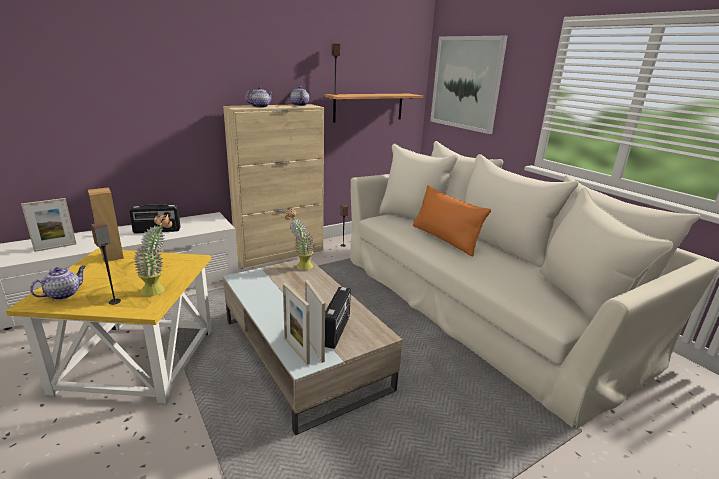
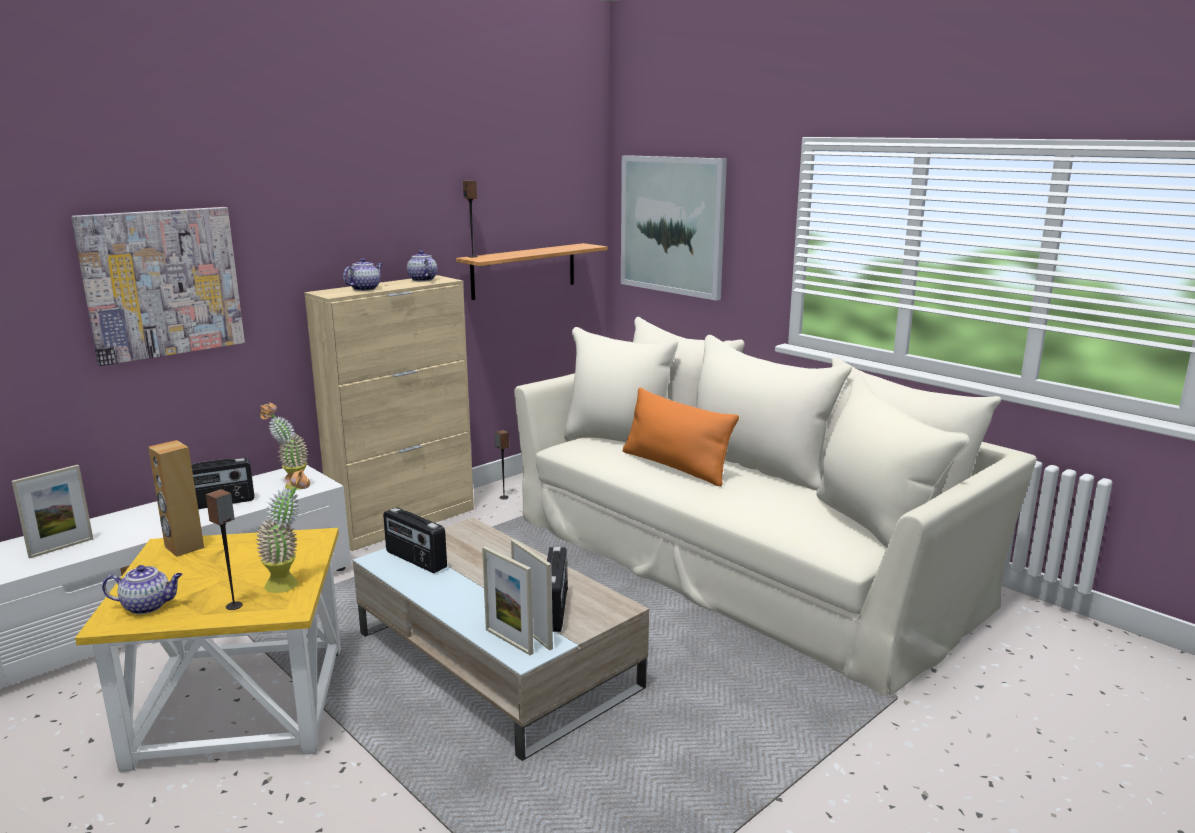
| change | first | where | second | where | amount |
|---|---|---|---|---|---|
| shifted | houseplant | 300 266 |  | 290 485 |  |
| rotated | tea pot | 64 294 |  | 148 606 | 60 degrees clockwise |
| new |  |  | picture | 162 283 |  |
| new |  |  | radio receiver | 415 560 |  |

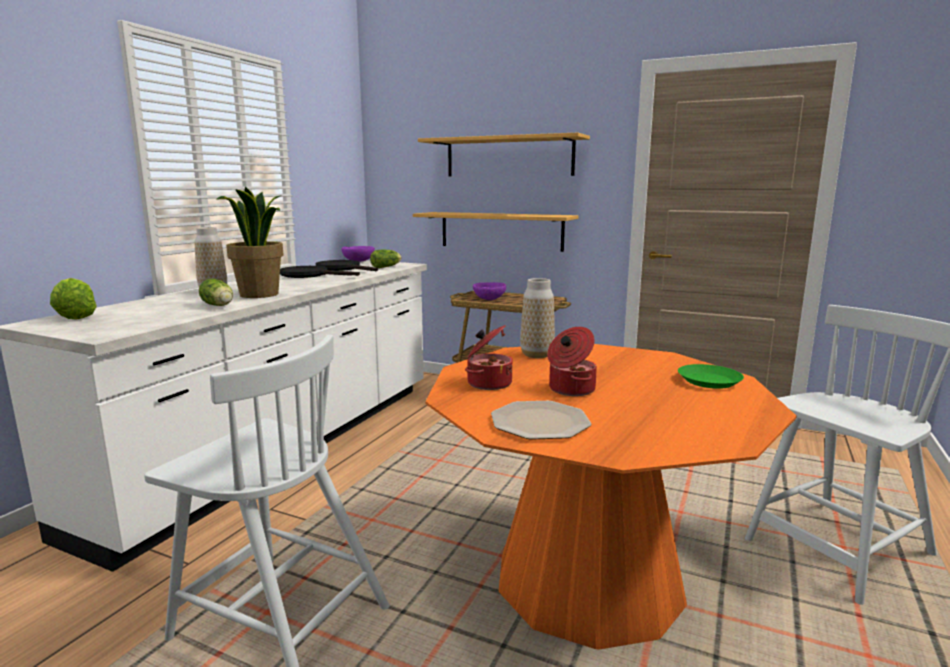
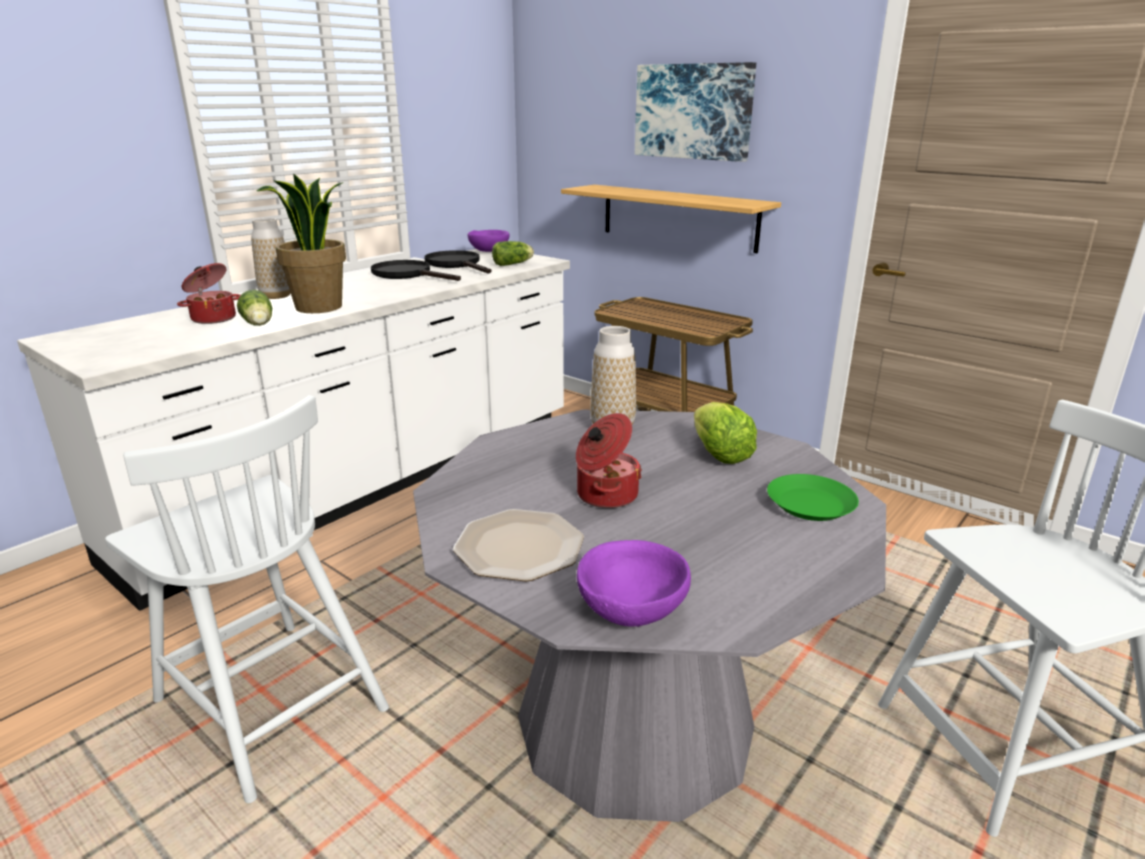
| change | first | where | second | where | amount |
|---|---|---|---|---|---|
| swapped | bracket shelf | 509 157 | picture | 693 111 |  |
| shifted | lettuce head | 76 317 |  | 719 454 |  |
| shifted | purple-coloured deep dish | 489 299 |  | 631 609 |  |
| shifted | cooking pot | 488 383 |  | 213 318 |  |
| repainted | orange-coloured dining table | 588 580 | greyish dining table | 634 722 |  |

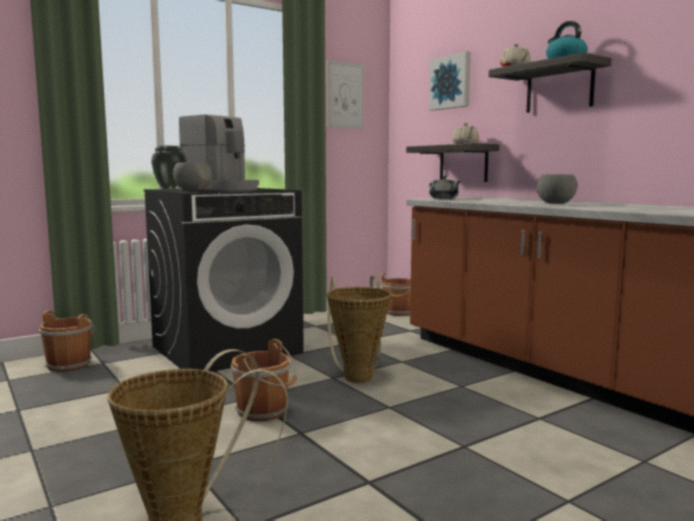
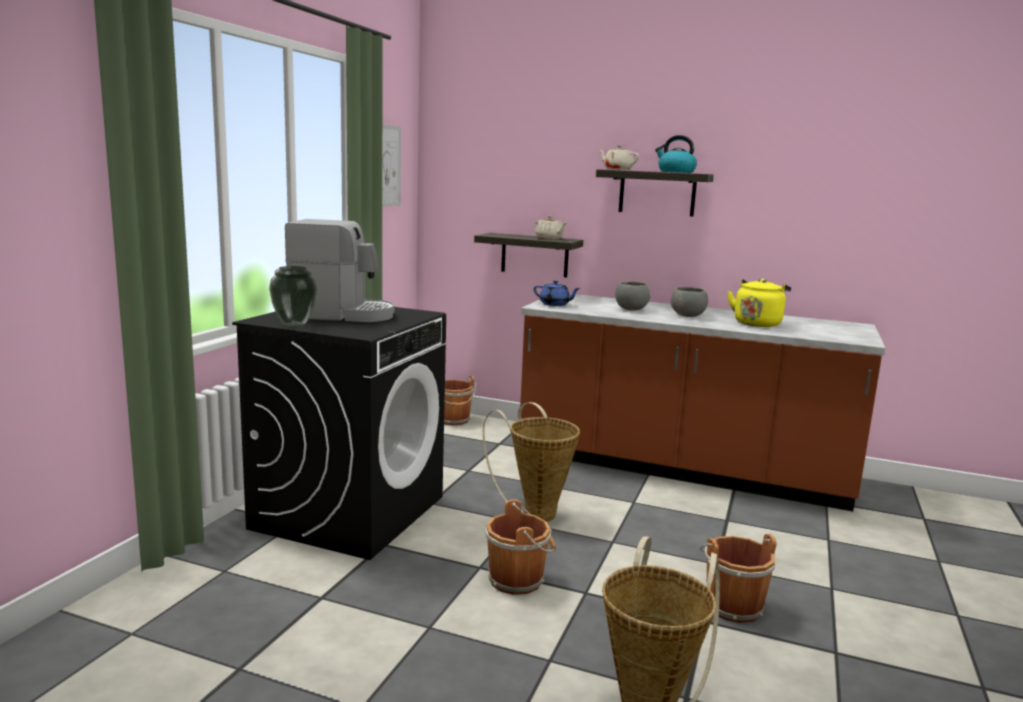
| change | first | where | second | where | amount |
|---|---|---|---|---|---|
| gone | picture | 451 82 |  |  |  |
| shifted | greyish deep dish | 192 191 |  | 630 309 |  |
| repainted | greyish tea pot | 444 198 | blue tea pot | 555 304 |  |
| shifted | brown water bucket | 70 364 |  | 731 605 |  |
| new |  |  | yellow-coloured tea kettle | 757 323 |  |

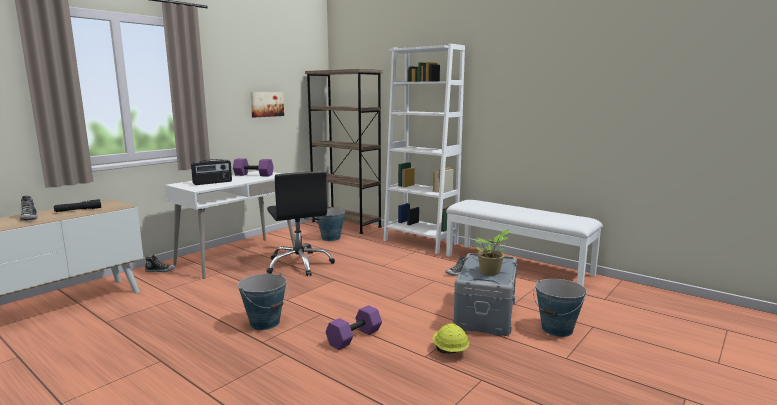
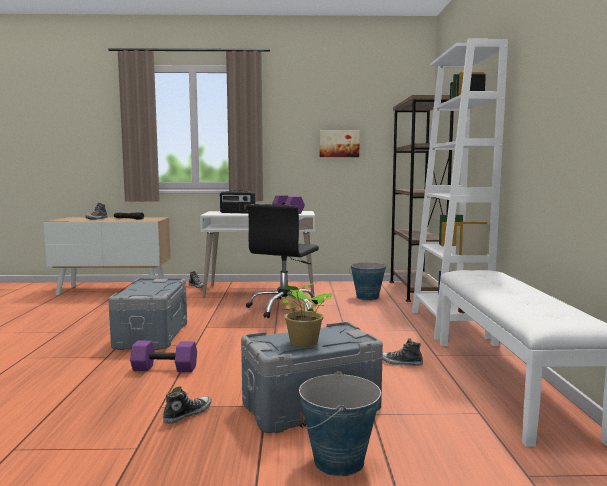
| change | first | where | second | where | amount |
|---|---|---|---|---|---|
| swapped | water bucket | 265 323 | greyish storage bin | 153 335 |  |
| swapped | yellow-coloured work helmet | 450 351 | low shoe | 187 414 |  |

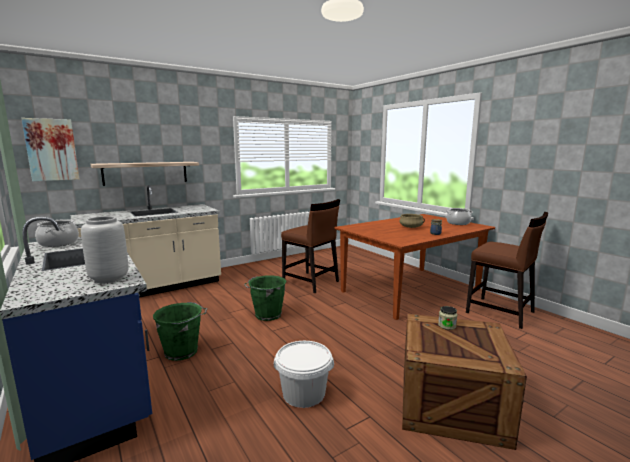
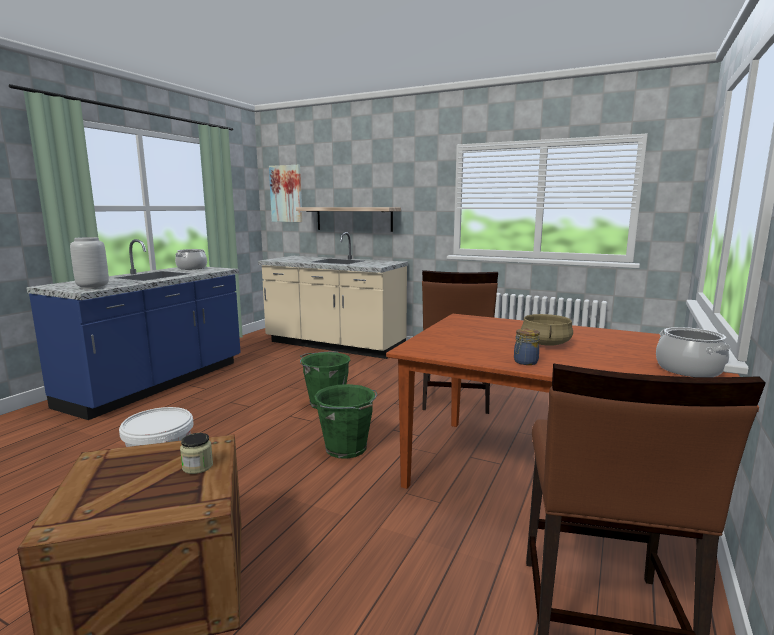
| change | first | where | second | where | amount |
|---|---|---|---|---|---|
| shifted | green water bucket | 183 352 |  | 347 449 |  |

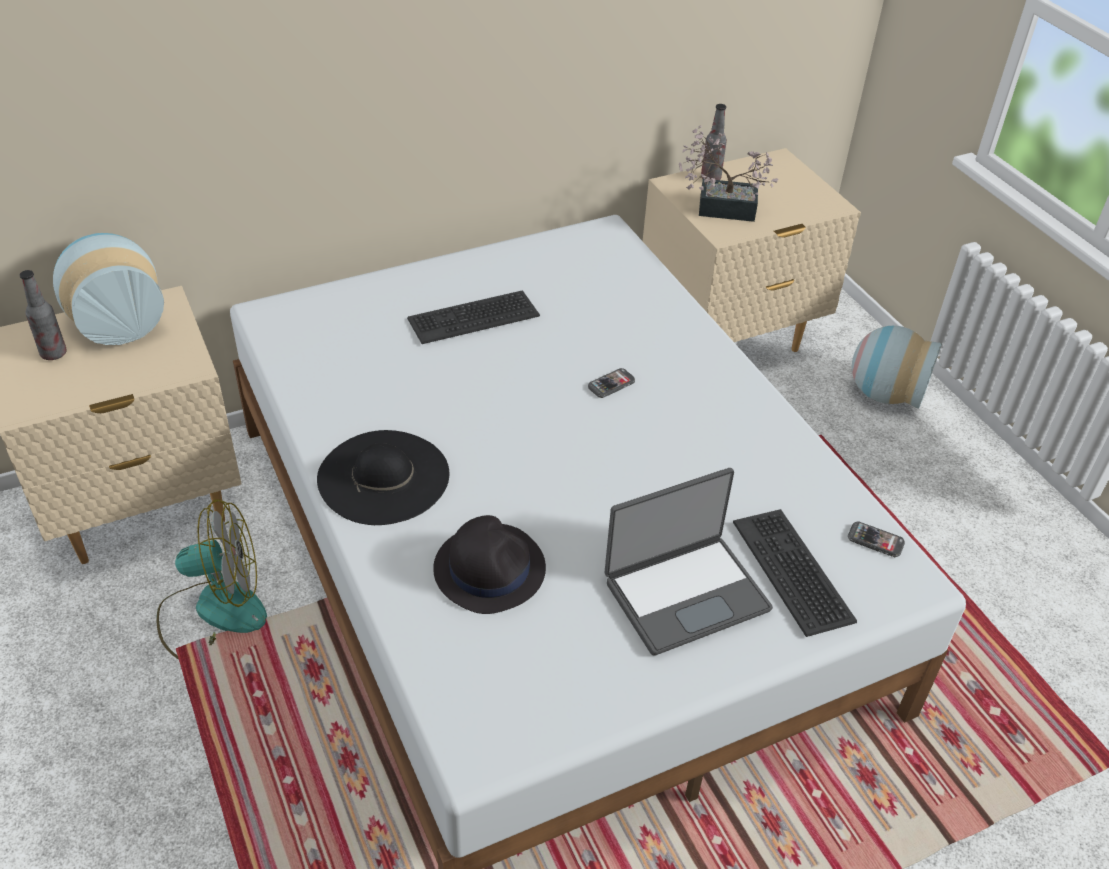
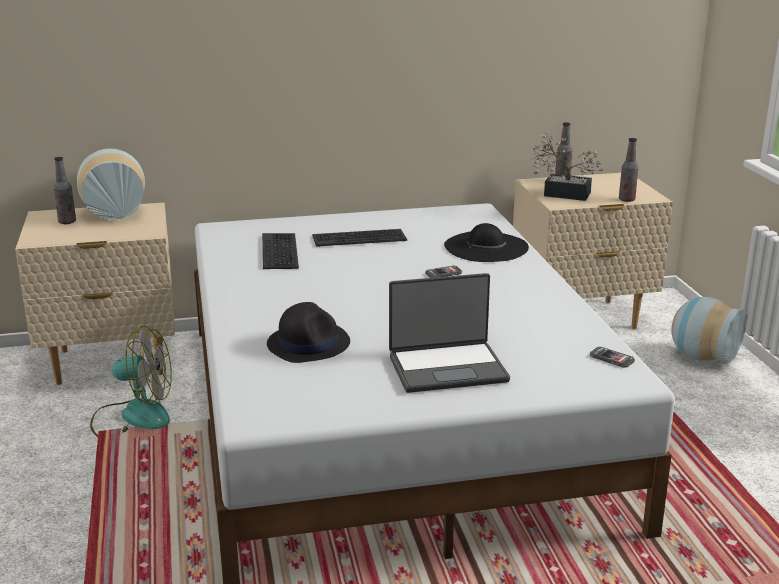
| change | first | where | second | where | amount |
|---|---|---|---|---|---|
| shifted | black hat | 383 476 |  | 486 247 |  |
| shifted | PC keyboard | 793 571 |  | 280 251 |  |
| new |  |  | beverage bottle | 626 200 |  |

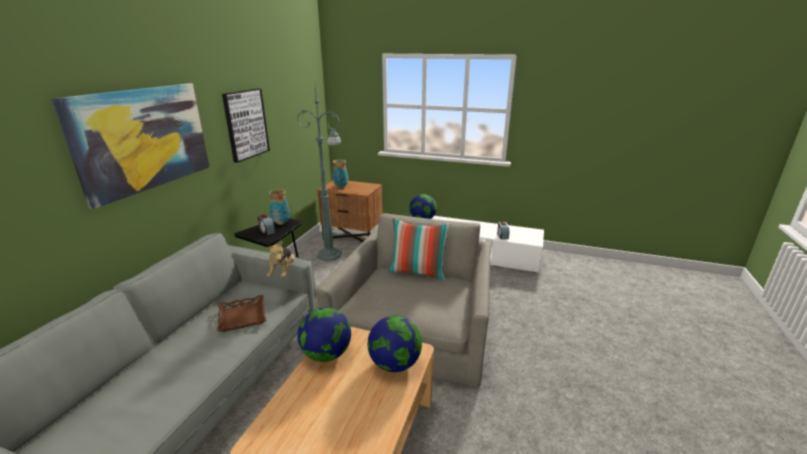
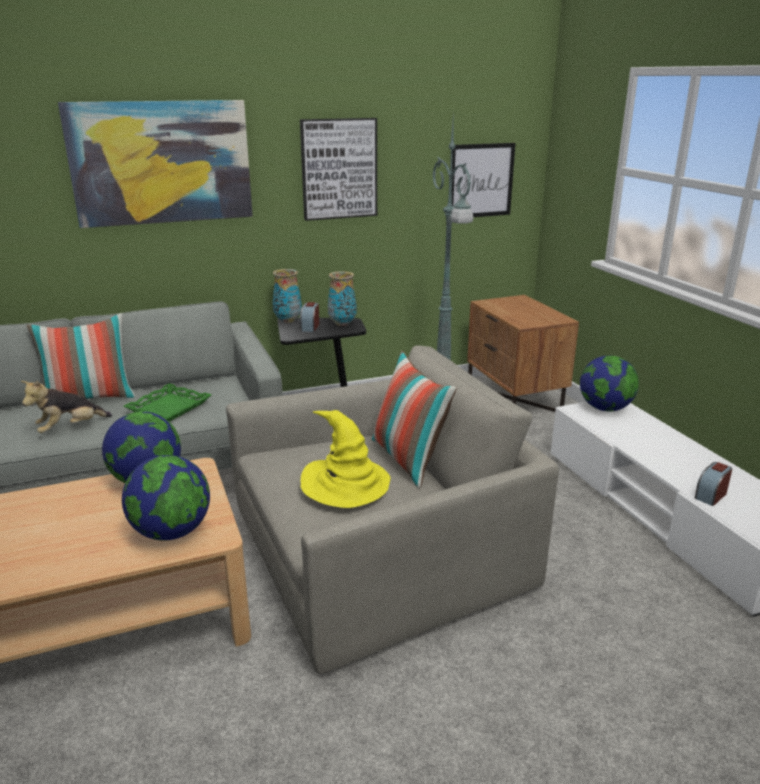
| change | first | where | second | where | amount |
|---|---|---|---|---|---|
| shifted | flower vase | 341 187 |  | 287 321 |  |
| shifted | plush toy | 283 272 |  | 69 428 |  |
| repainted | brown tray | 242 317 | green tray | 168 407 |  |
| new |  |  | picture | 481 180 |  |
| new |  |  | throw pillow | 90 399 |  |
| new |  |  | yellow-coloured hat | 346 484 |  |

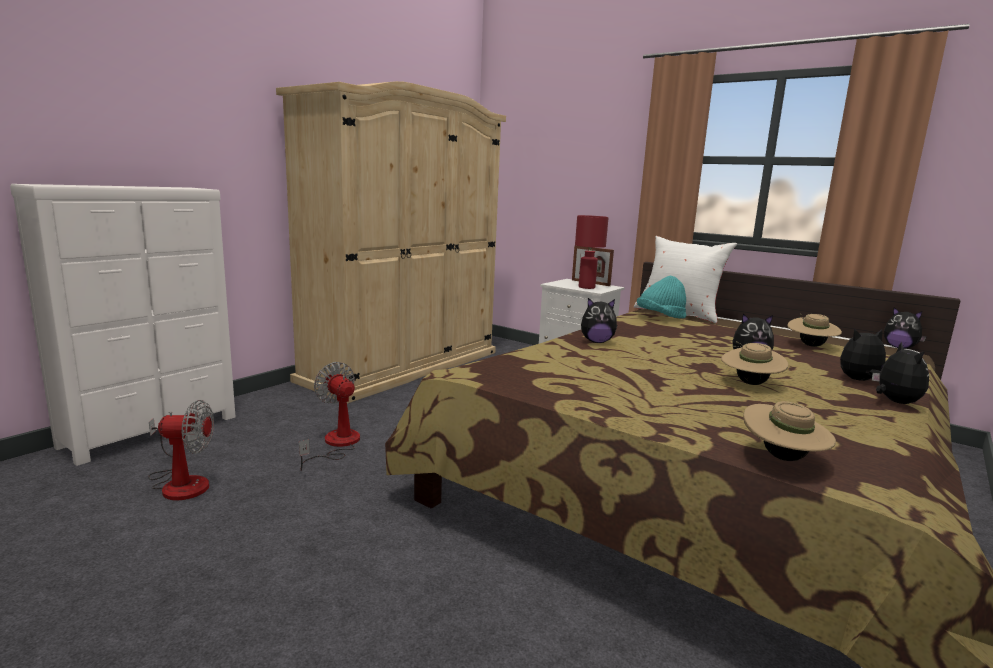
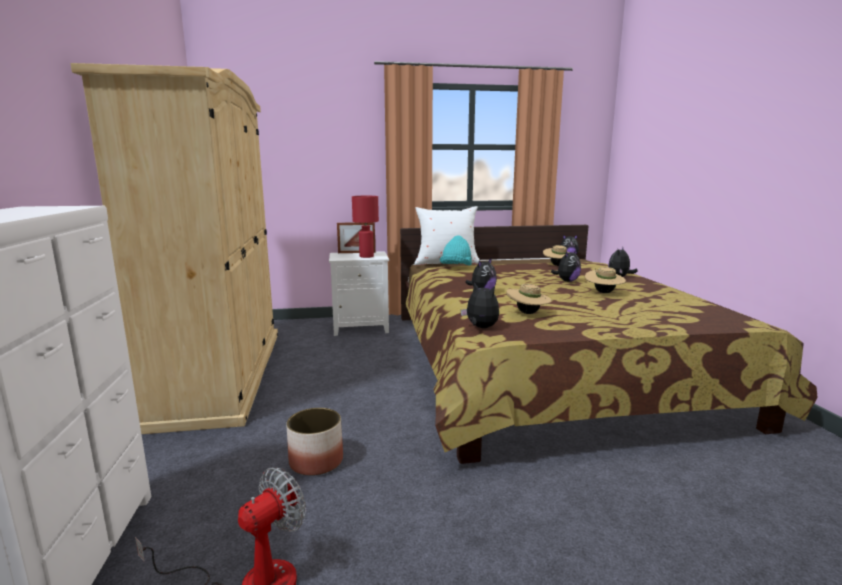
| change | first | where | second | where | amount |
|---|---|---|---|---|---|
| shifted | plush toy | 894 402 |  | 480 328 |  |
| swapped | fan | 336 444 | plant pot | 316 462 |  |
| shifted | beige-coloured hat | 782 458 |  | 527 313 |  |

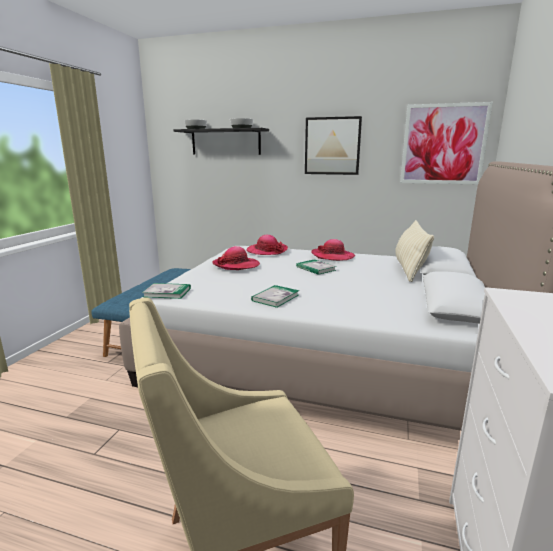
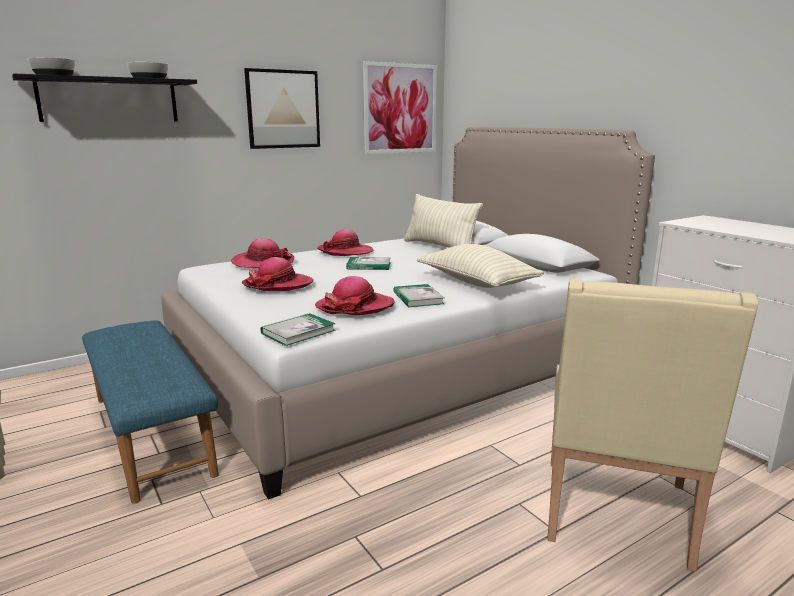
| change | first | where | second | where | amount |
|---|---|---|---|---|---|
| new |  |  | beige-coloured throw pillow | 477 283 |  |
| new |  |  | hat | 355 307 |  |

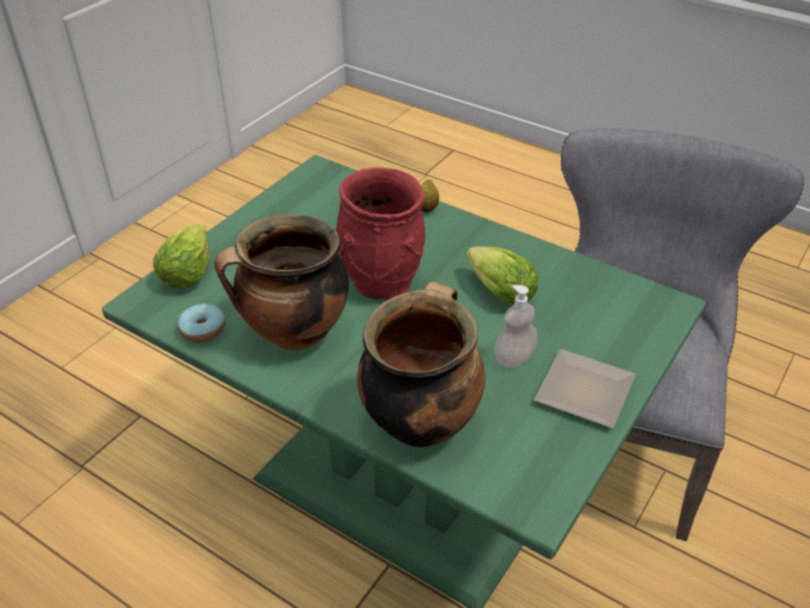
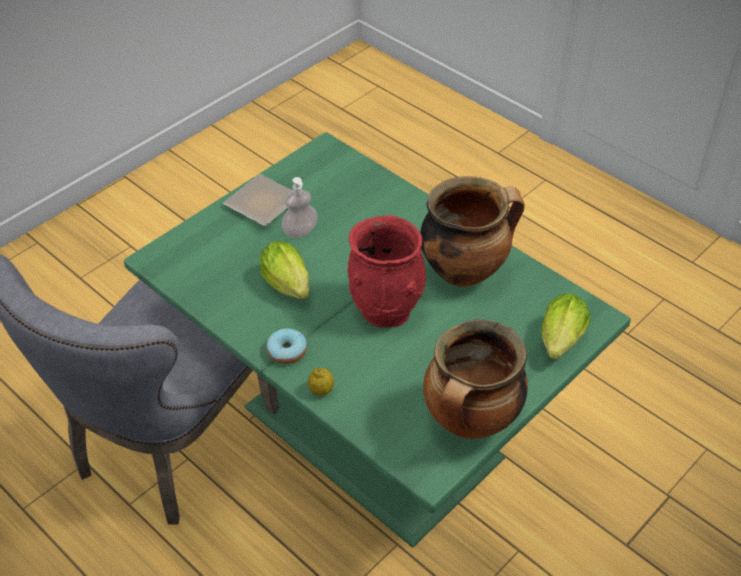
| change | first | where | second | where | amount |
|---|---|---|---|---|---|
| shifted | cooking pot | 420 421 |  | 471 422 |  |
| shifted | doughnut | 203 329 |  | 287 351 |  |

